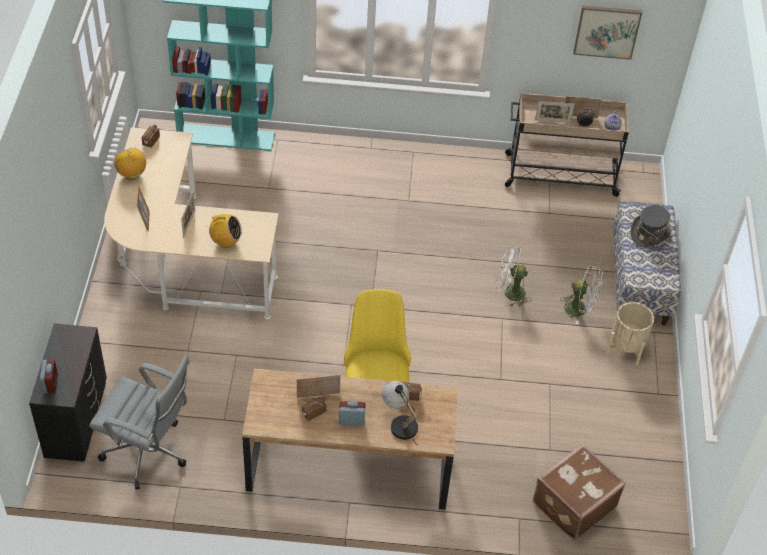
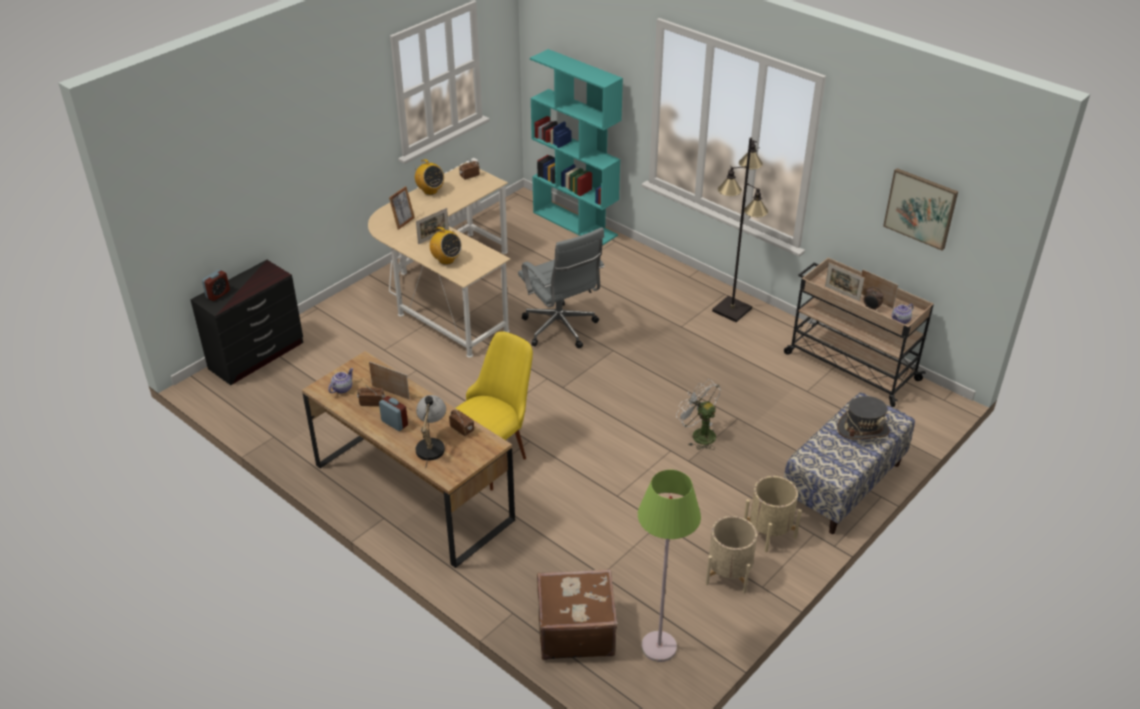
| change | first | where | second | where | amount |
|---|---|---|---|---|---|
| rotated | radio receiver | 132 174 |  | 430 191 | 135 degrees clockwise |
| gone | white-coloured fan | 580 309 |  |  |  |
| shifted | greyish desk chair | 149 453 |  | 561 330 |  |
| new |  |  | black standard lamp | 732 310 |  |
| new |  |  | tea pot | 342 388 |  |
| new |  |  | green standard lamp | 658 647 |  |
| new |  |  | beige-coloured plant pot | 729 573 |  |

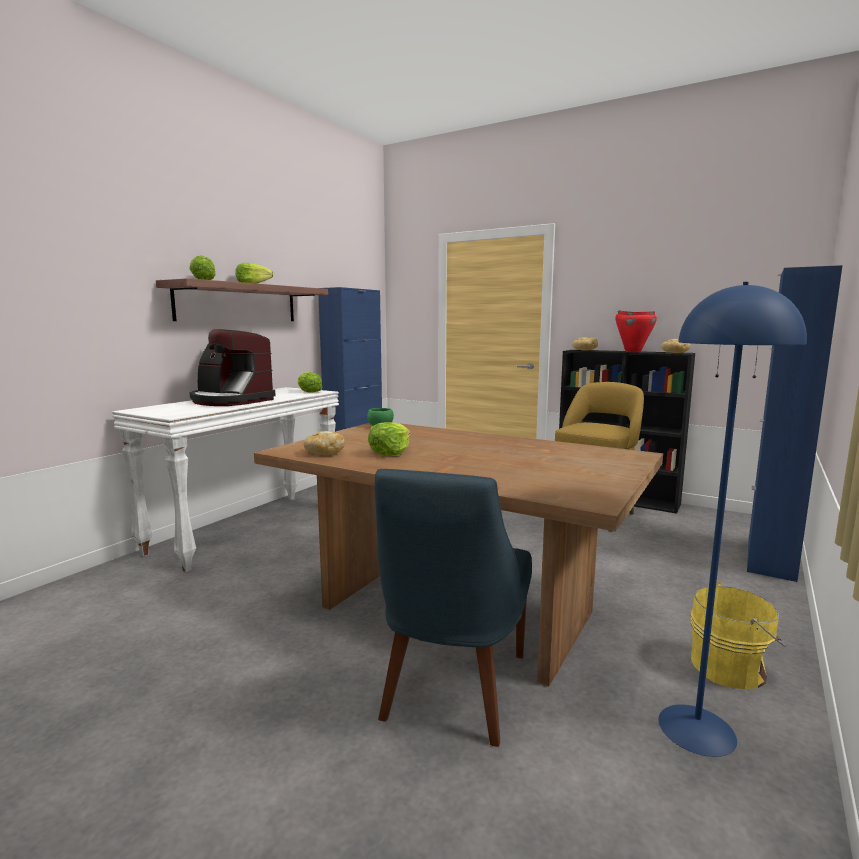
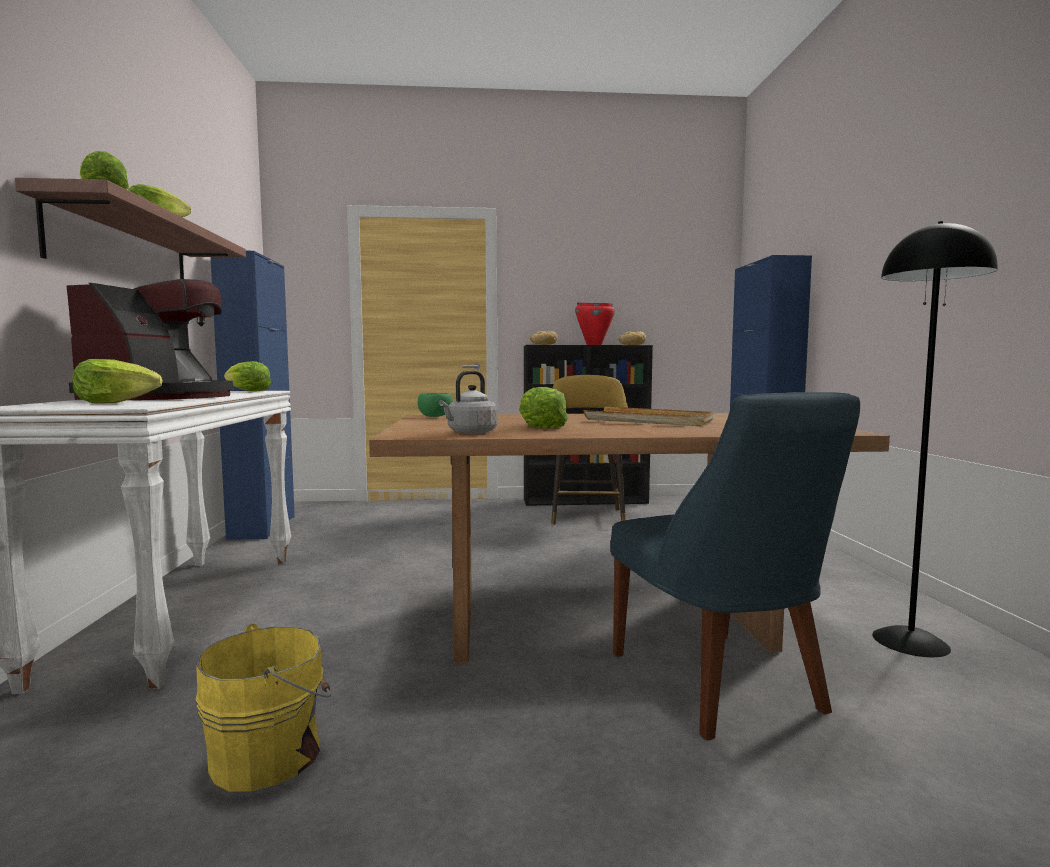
| change | first | where | second | where | amount |
|---|---|---|---|---|---|
| repainted | blue standard lamp | 696 729 | black standard lamp | 911 642 |  |
| rotated | coffee machine | 231 401 |  | 162 397 | 75 degrees counterclockwise |
| swapped | bakery bread | 323 453 | greyish tea kettle | 470 433 |  |
| shifted | yellow-coloured water bucket | 731 668 |  | 271 754 |  |
| new |  |  | lettuce head | 115 403 |  |
| new |  |  | beige-coloured tray | 649 421 |  |

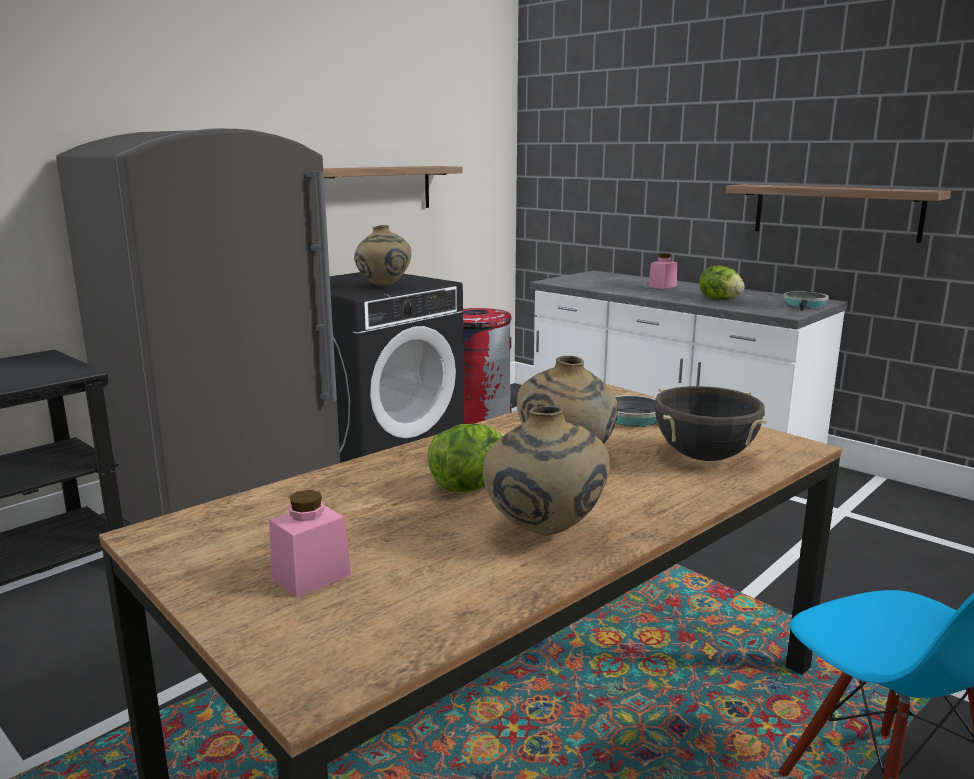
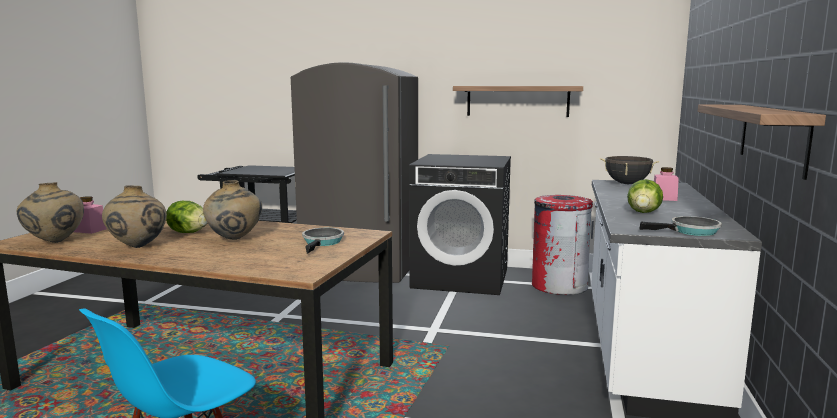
| change | first | where | second | where | amount |
|---|---|---|---|---|---|
| shifted | beige-coloured flower vase | 384 287 |  | 55 242 |  |
| shifted | black cooking pot | 704 457 |  | 627 184 |  |

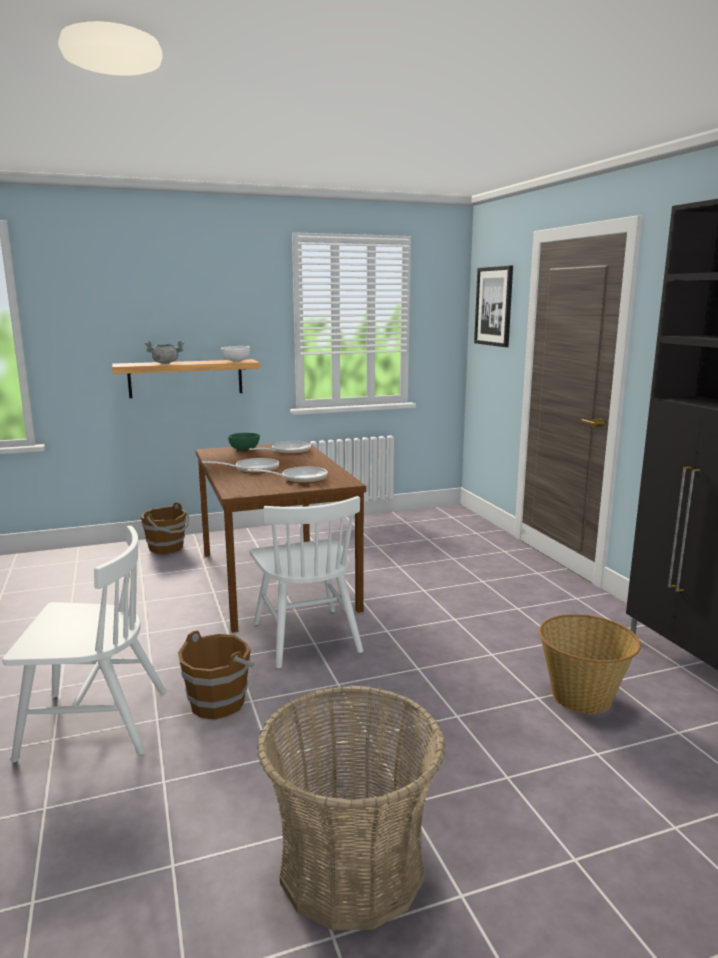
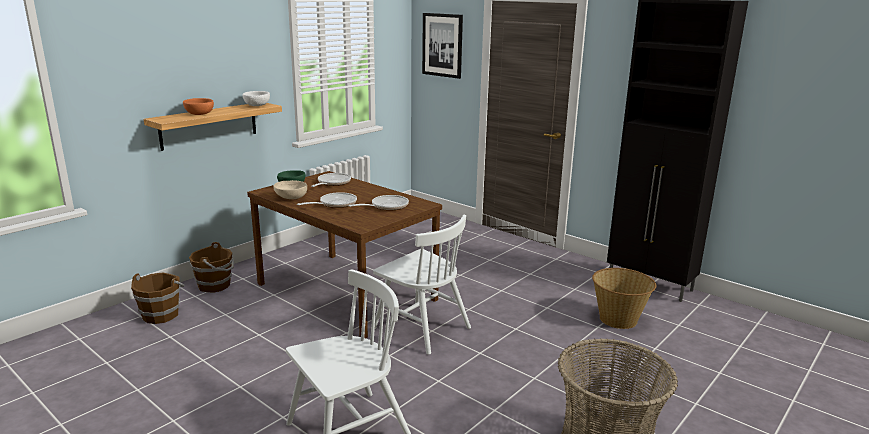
| change | first | where | second | where | amount |
|---|---|---|---|---|---|
| swapped | greyish cooking pot | 166 363 | orange-coloured deep dish | 199 114 |  |
| shifted | brown water bucket | 218 702 |  | 161 315 |  |
| new |  |  | beige-coloured deep dish | 290 198 |  |

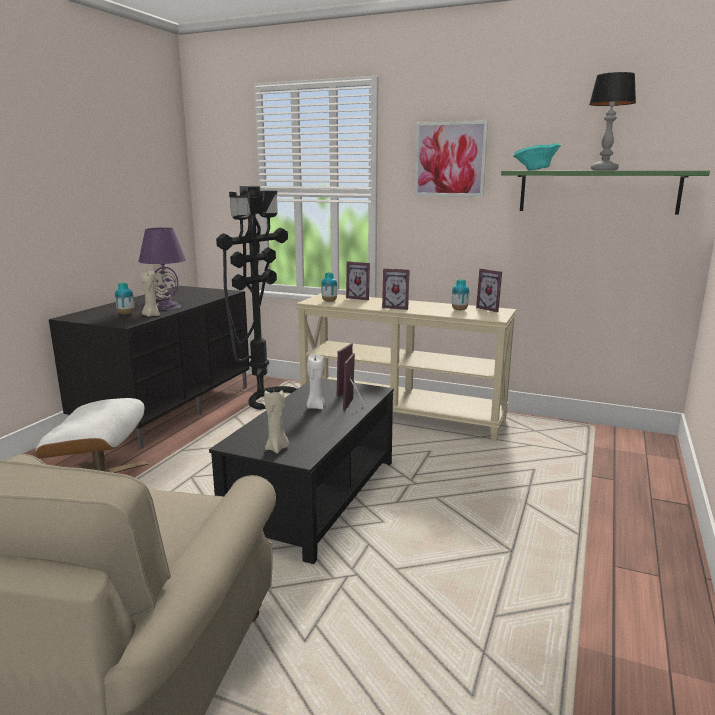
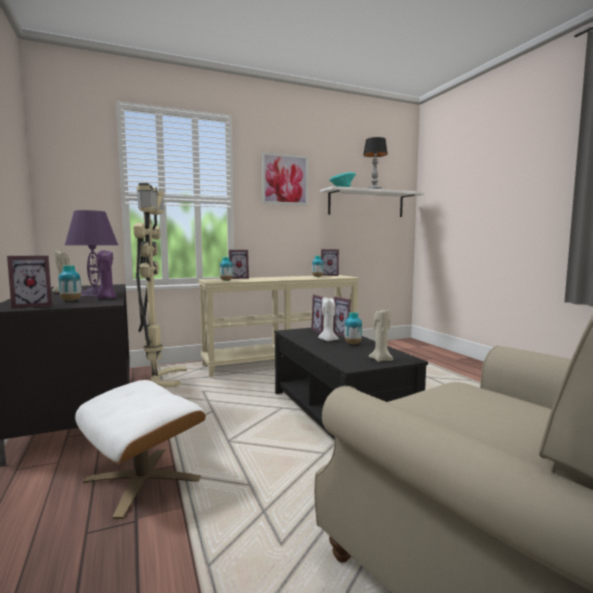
| change | first | where | second | where | amount |
|---|---|---|---|---|---|
| repainted | green bracket shelf | 598 191 | white-coloured bracket shelf | 366 204 |  |
| repainted | black standard lamp | 263 396 | beige-coloured standard lamp | 158 379 |  |
| shifted | picture frame | 396 307 |  | 33 306 |  |
| repainted | beige-coloured wax light | 151 315 | purple-coloured wax light | 106 298 |  |
| new |  |  | flower vase | 353 343 |  |

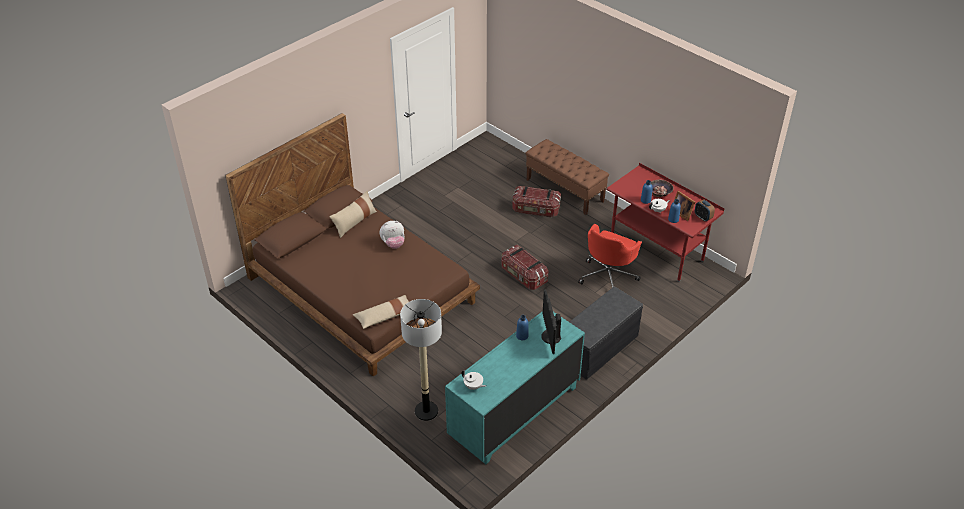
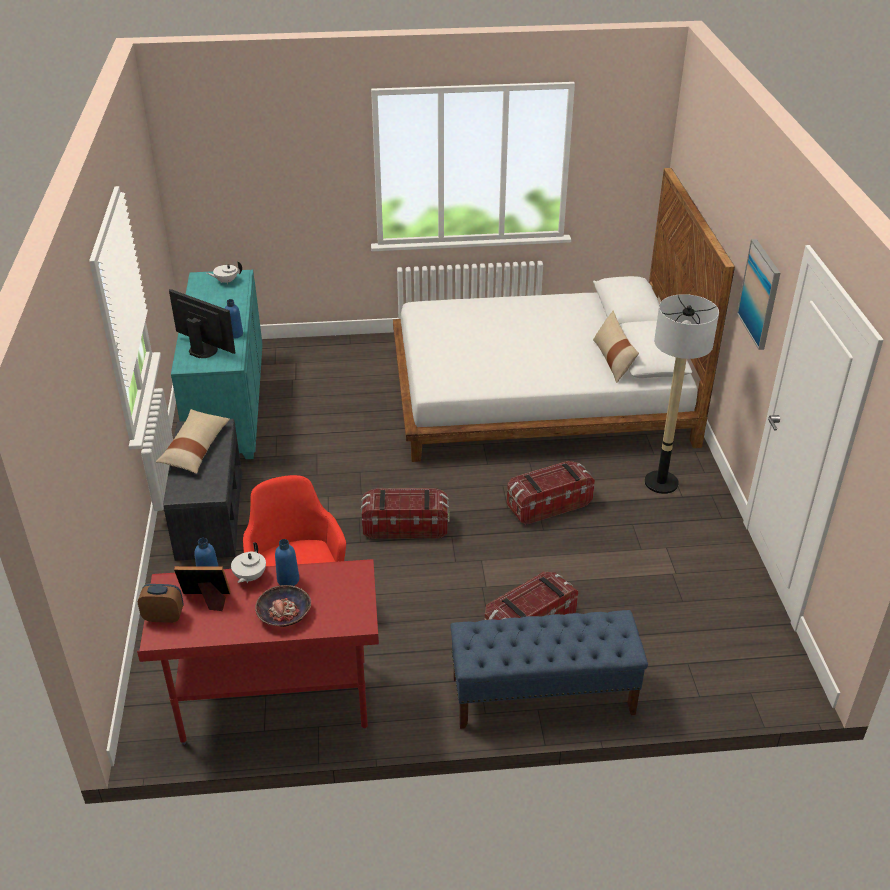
| change | first | where | second | where | amount |
|---|---|---|---|---|---|
| repainted | brown bedroom bed | 362 289 | white-coloured bedroom bed | 538 395 |  |
| repainted | brown bench | 565 190 | blue bench | 542 696 |  |
| gone | plush toy | 393 244 |  |  |  |
| shifted | beige-coloured throw pillow | 385 316 |  | 195 448 |  |
| shifted | standard lamp | 426 411 |  | 661 482 |  |
| new |  |  | picture | 760 294 |  |
| new |  |  | storage bin | 548 505 |  |

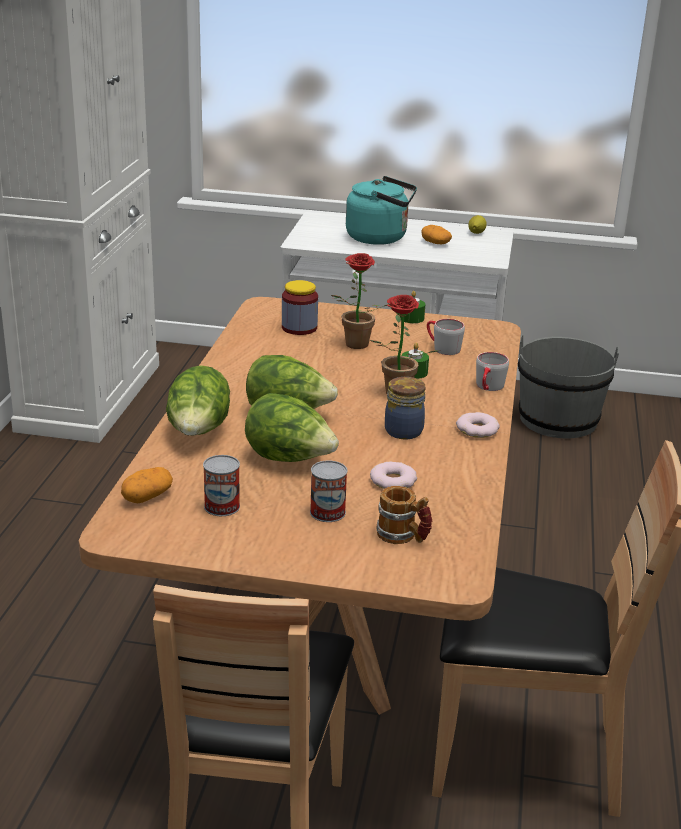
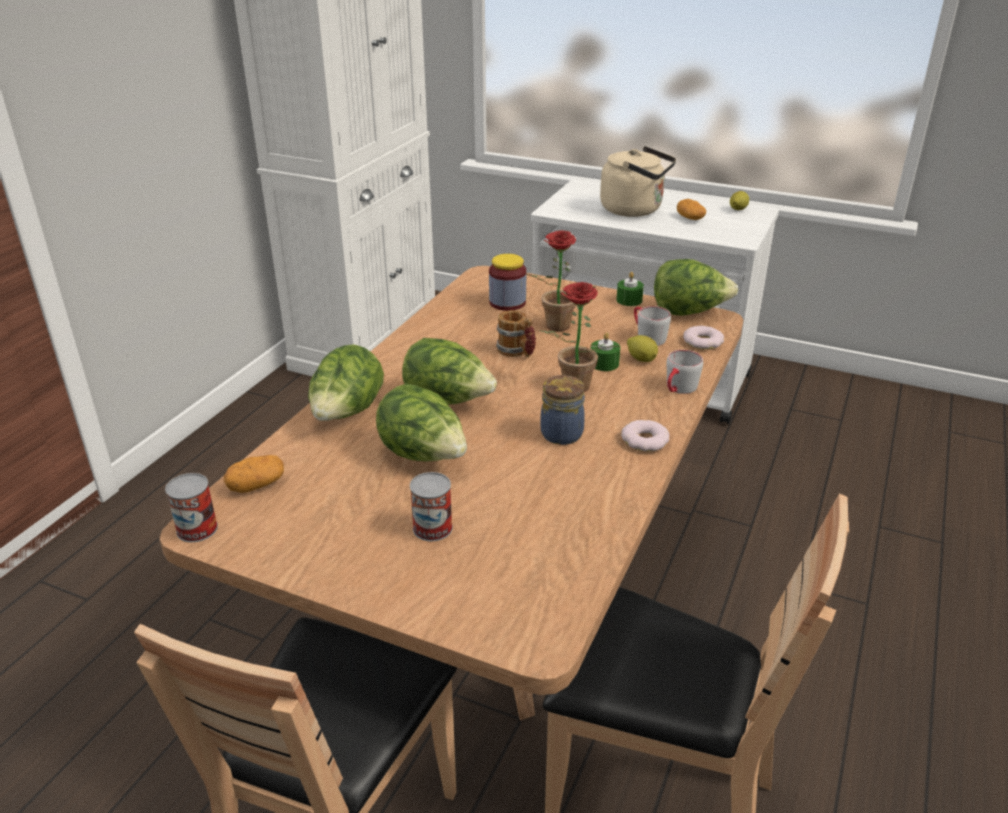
| change | first | where | second | where | amount |
|---|---|---|---|---|---|
| repainted | blue-green tea kettle | 380 238 | beige-coloured tea kettle | 635 210 |  |
| gone | greyish water bucket | 558 420 |  |  |  |
| shifted | can | 222 506 |  | 197 529 |  |
| shifted | doughnut | 393 481 |  | 703 342 |  |
| shifted | mug | 403 537 |  | 517 352 |  |
| new |  |  | lettuce head | 689 312 |  |
| new |  |  | whole lemon | 641 359 |  |

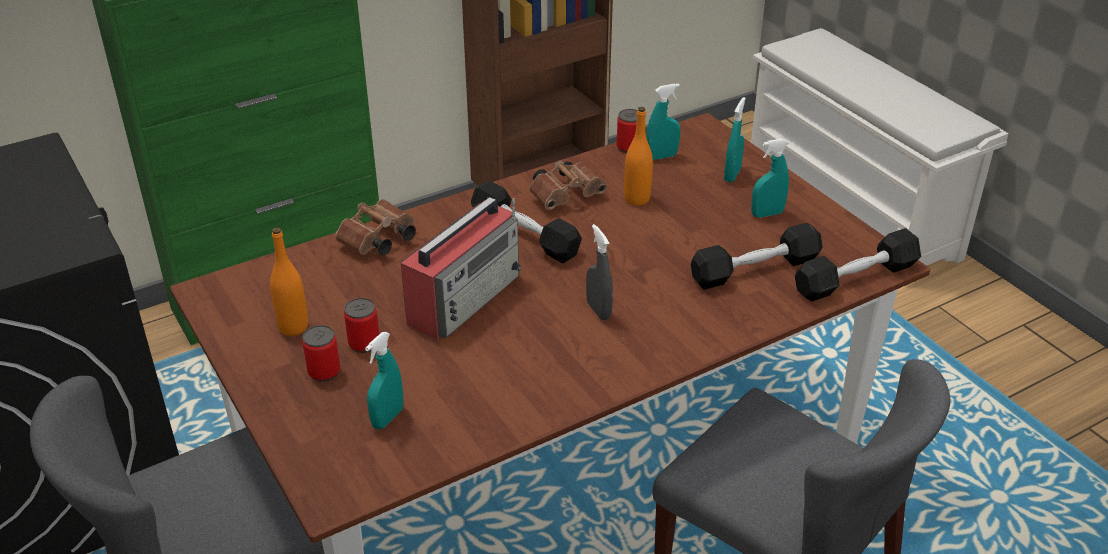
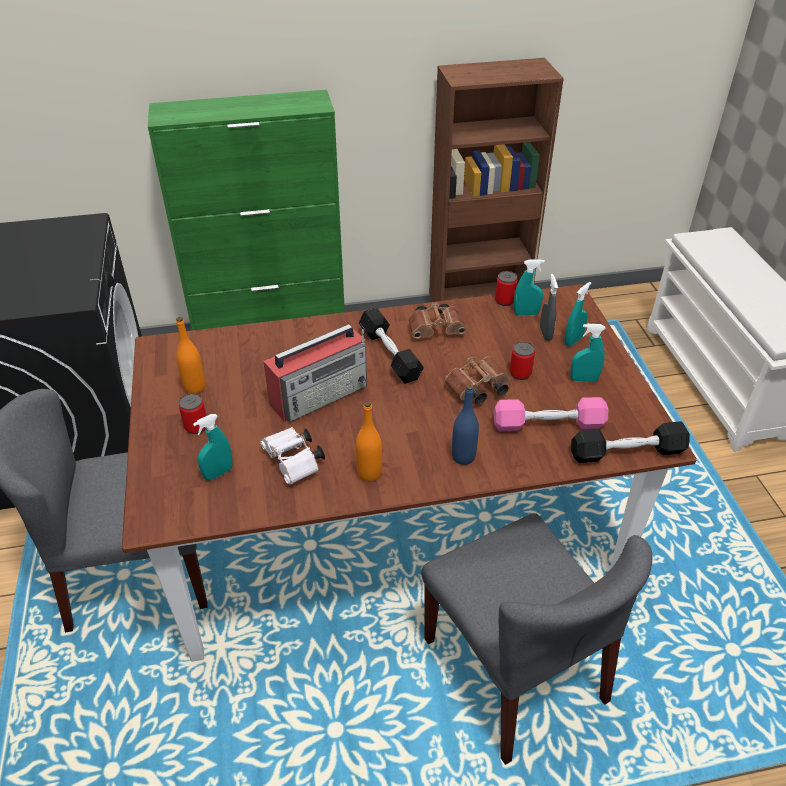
| change | first | where | second | where | amount |
|---|---|---|---|---|---|
| shifted | orange-coloured beverage bottle | 636 199 |  | 369 473 |  |
| shifted | brown field glasses | 377 242 |  | 476 390 |  |
| repainted | black free weight | 754 269 | pink free weight | 548 424 |  |
| shifted | greyish spray bottle | 598 310 |  | 545 334 |  |
| shifted | can | 364 343 |  | 520 373 |  |
| new |  |  | blue beverage bottle | 463 457 |  |
| new |  |  | white-coloured field glasses | 294 463 |  |

